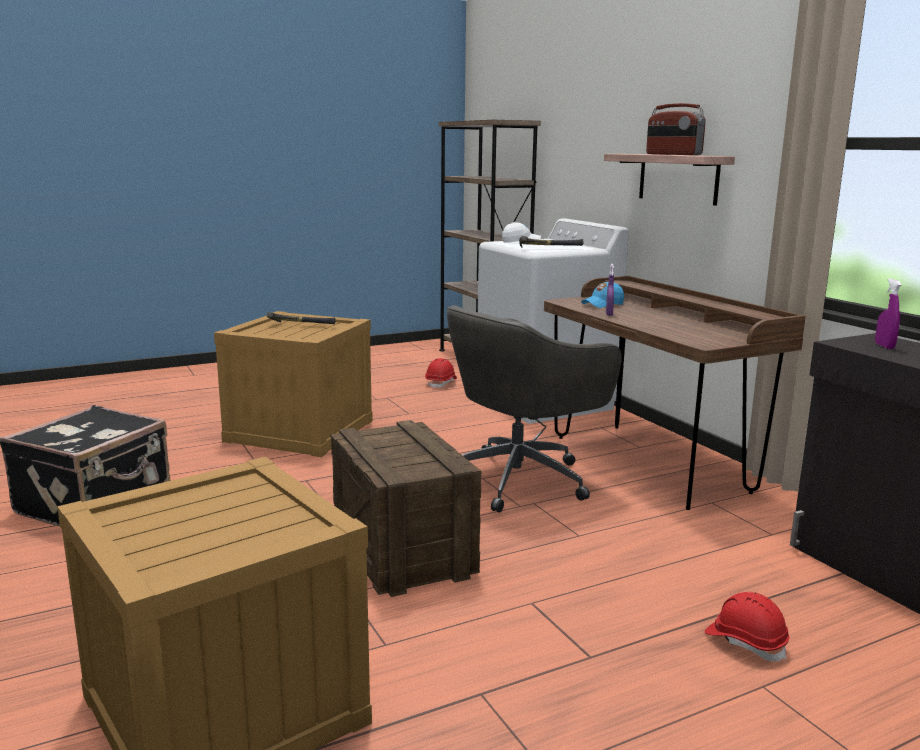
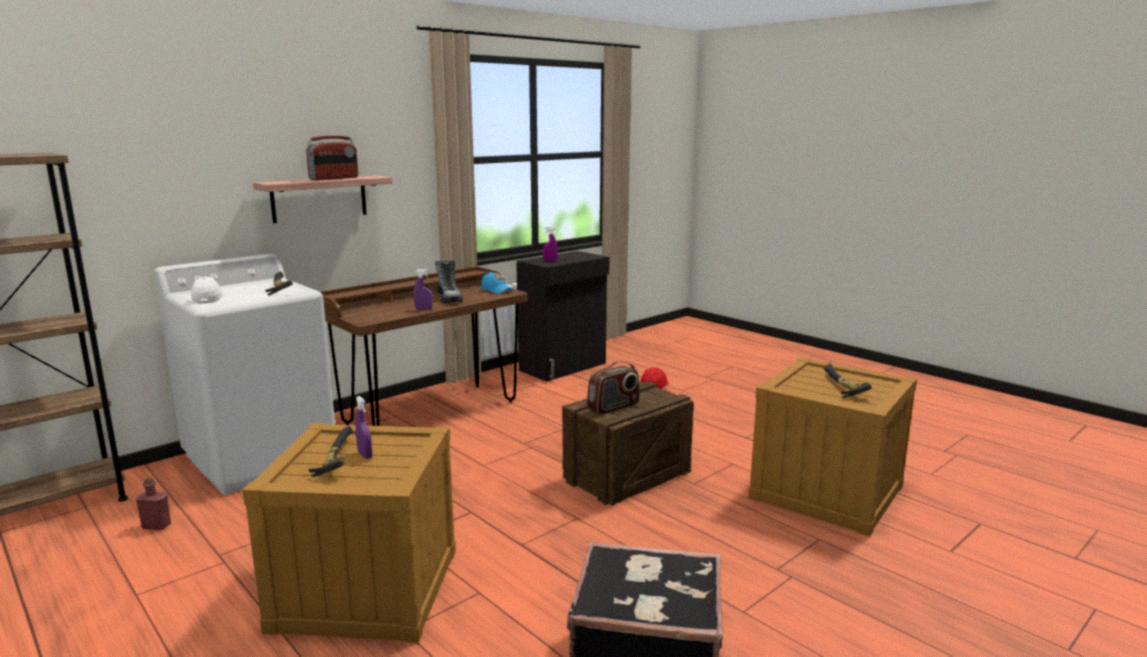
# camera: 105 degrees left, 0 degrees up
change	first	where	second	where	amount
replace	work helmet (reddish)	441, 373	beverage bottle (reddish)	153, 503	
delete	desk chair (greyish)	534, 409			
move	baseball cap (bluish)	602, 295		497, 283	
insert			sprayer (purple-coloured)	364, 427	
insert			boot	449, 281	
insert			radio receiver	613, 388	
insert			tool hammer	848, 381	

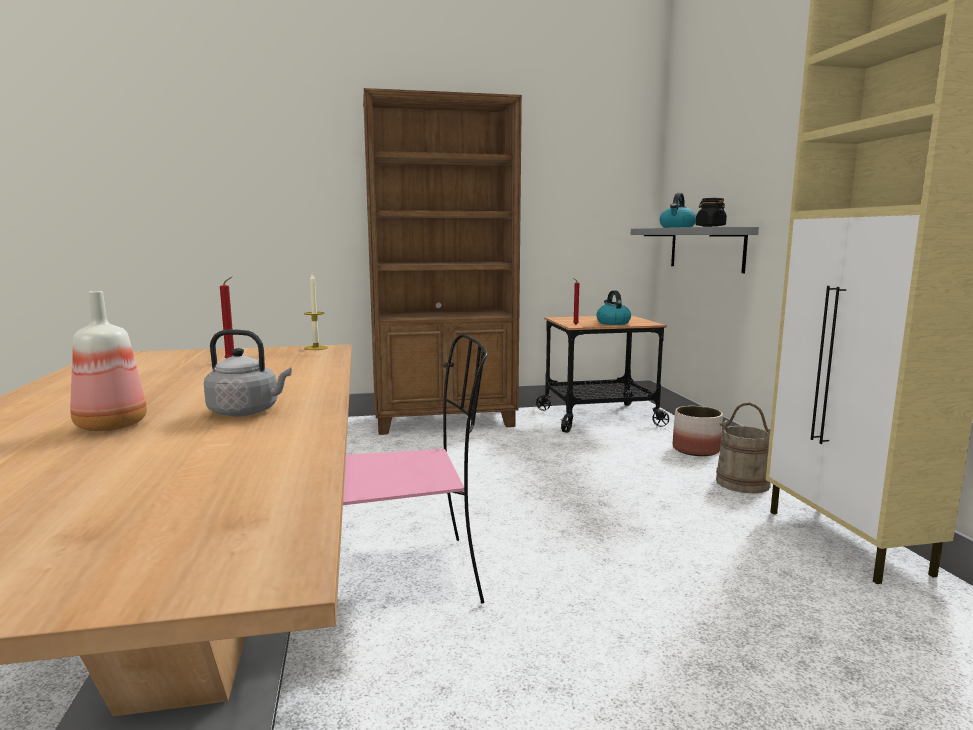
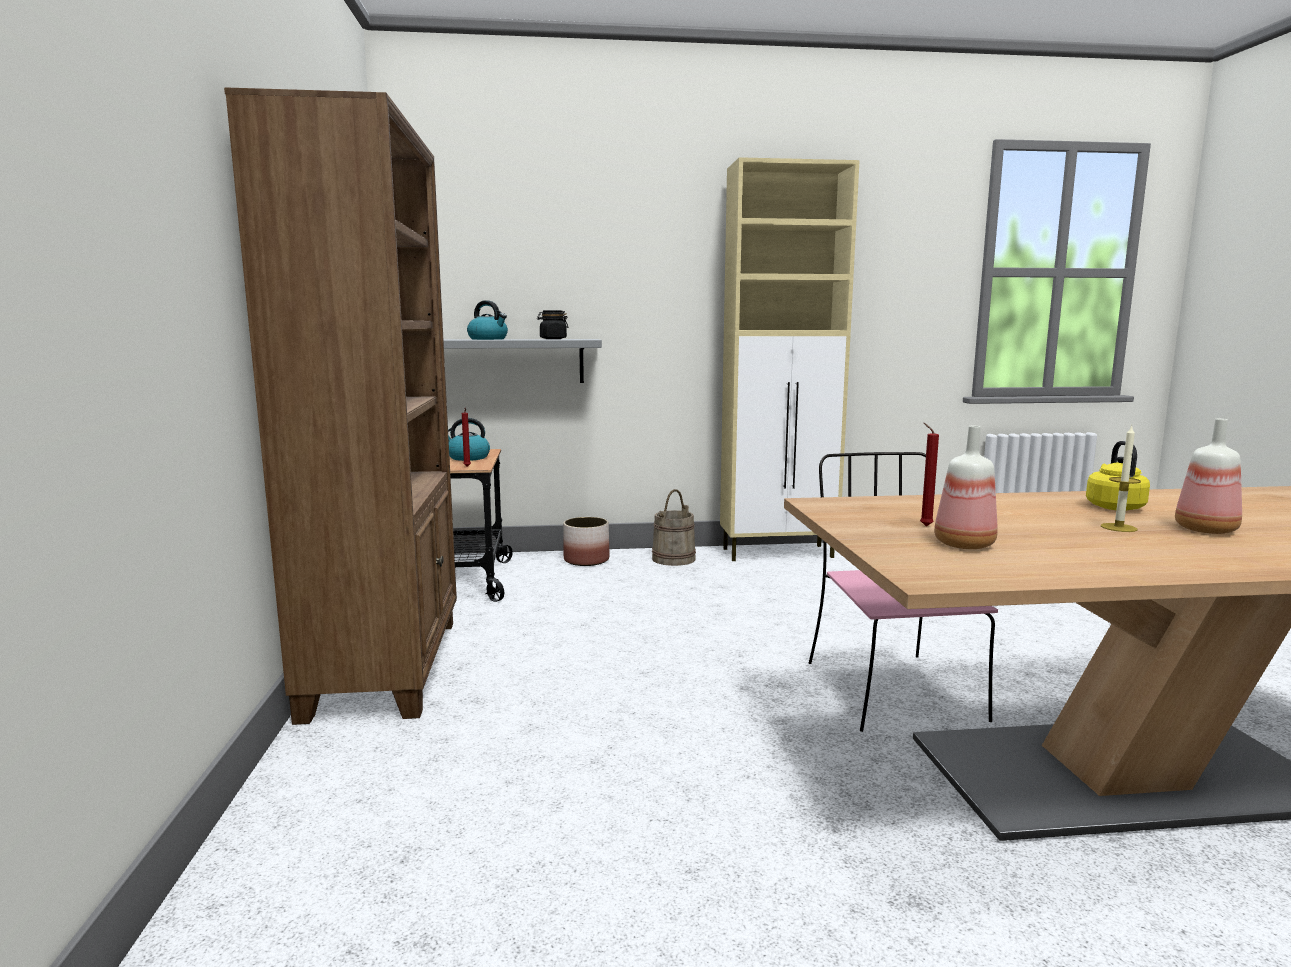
# camera: 85 degrees left, 0 degrees up
change	first	where	second	where	amount
recolor	water kettle (greyish)	248, 373	water kettle (yellow-coloured)	1118, 475	
move	wax candle	316, 312		1121, 479	
insert			beverage bottle	965, 487	

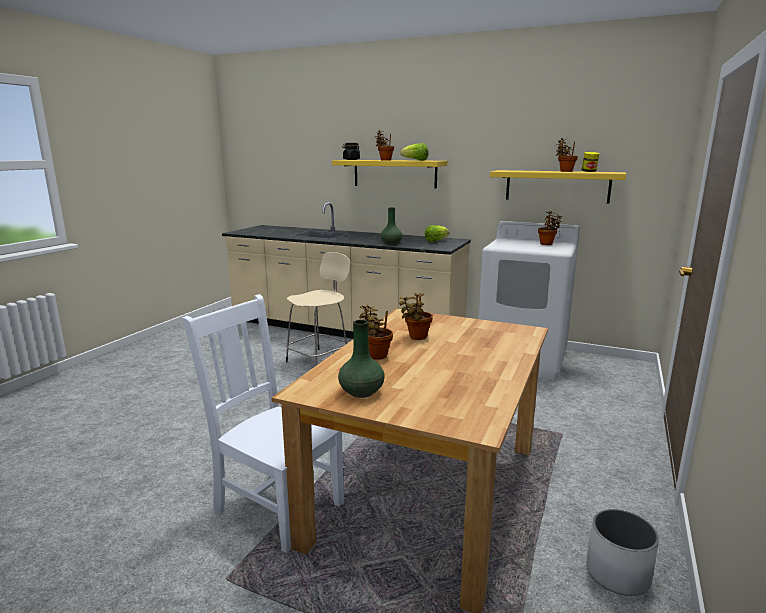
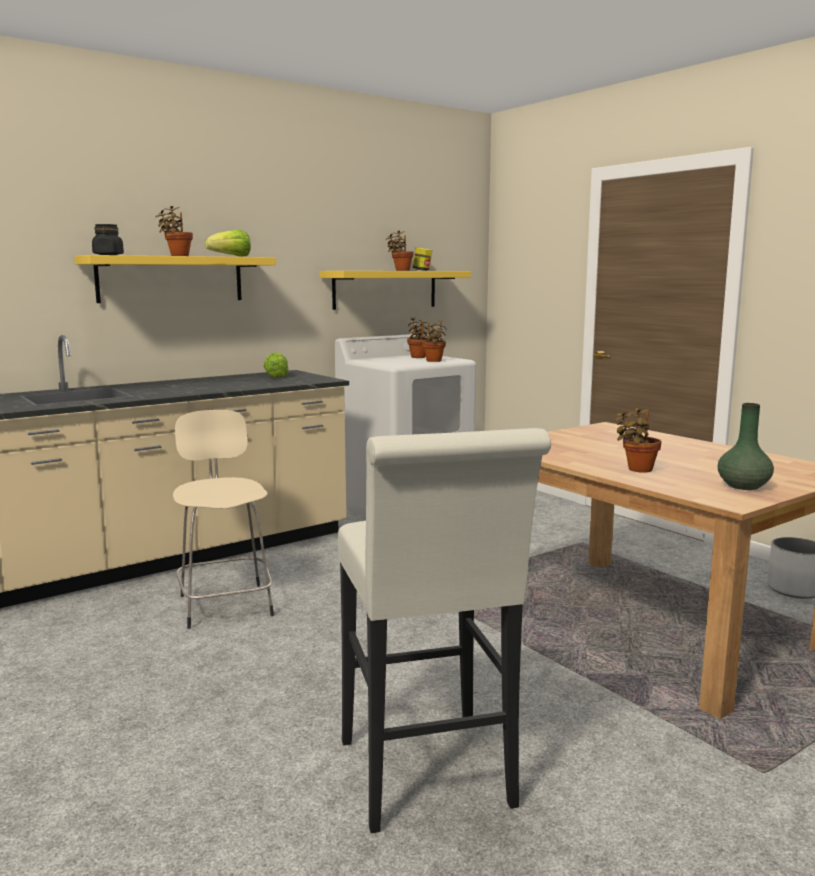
# camera: 60 degrees left, 5 degrees down
change	first	where	second	where	amount
delete	chair (white)	263, 423			
delete	flower vase (green-coloured)	392, 225			
move	houseplant	416, 316		434, 341	
insert			stool (white)	444, 630	

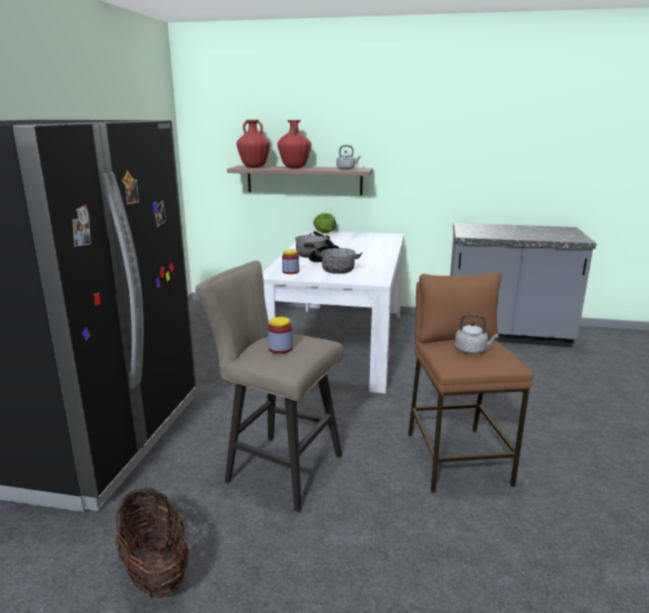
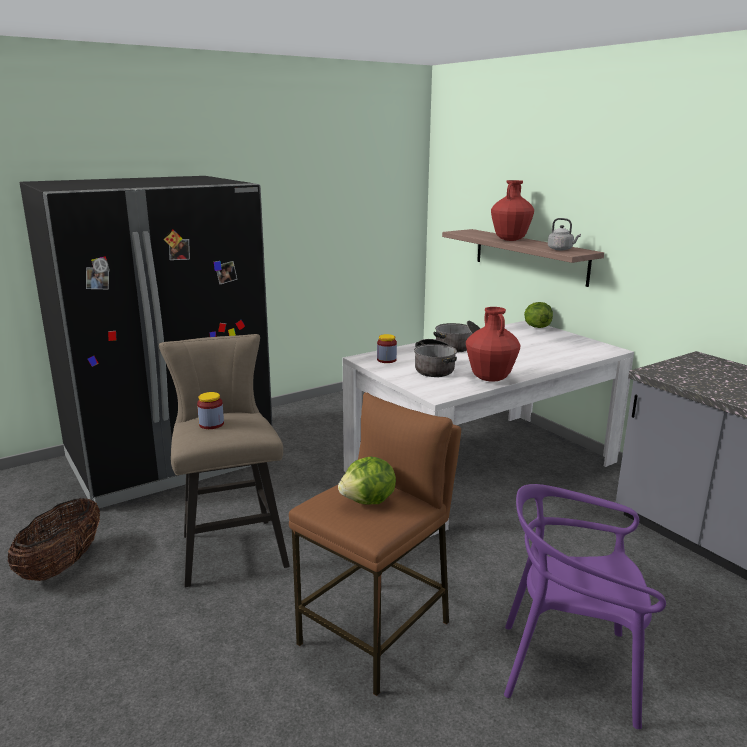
# camera: 45 degrees right, 0 degrees up
change	first	where	second	where	amount
move	flower vase (reddish)	253, 144		493, 344	
replace	water kettle (greyish)	476, 334	lettuce	367, 480	
insert			chair (purple-coloured)	585, 606	

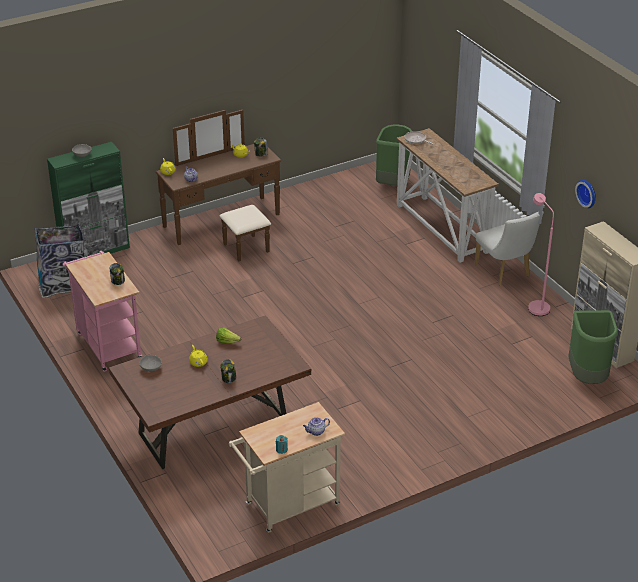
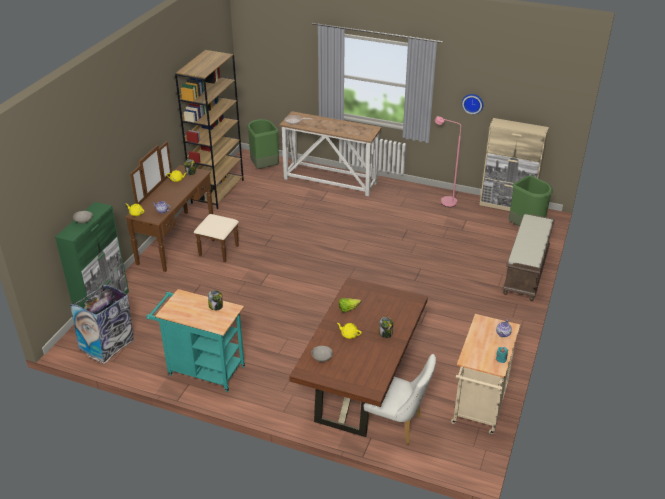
# camera: 40 degrees left, 0 degrees up
change	first	where	second	where	amount
recolor	trolley (pinkish)	102, 311	trolley (blue-green)	195, 340	
move	chair (white)	509, 248		400, 399	
insert			shelving unit (brownish)	209, 129	
insert			indoor bench (brownish)	529, 257	

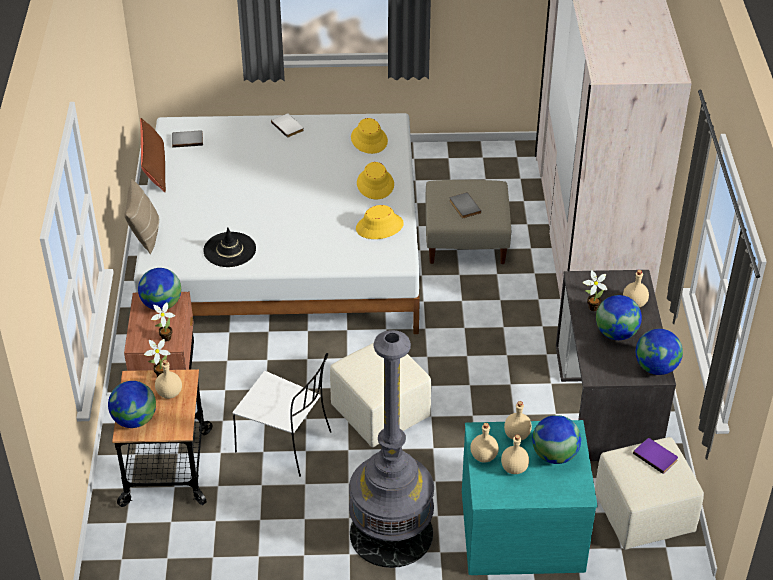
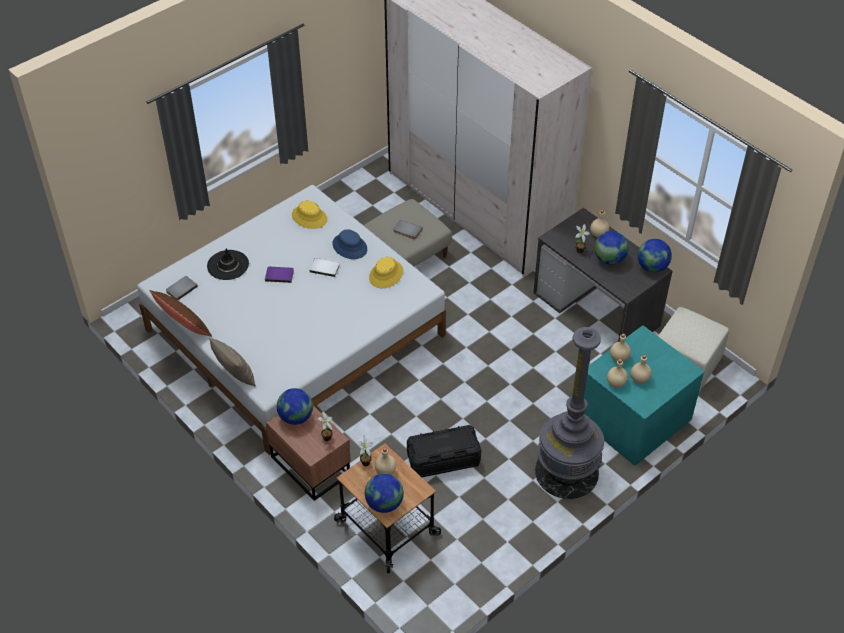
# camera: 40 degrees left, 5 degrees up
change	first	where	second	where	amount
move	clothing hat (black)	229, 247		228, 264	
replace	chair (white)	281, 415	storage box (black)	444, 451	
move	volume (white)	287, 125		325, 267	
delete	ottoman (beige-coloured)	381, 395			
recolor	clothing hat (yellow-coloured)	375, 180	clothing hat (bluish)	349, 244	
delete	world globe	556, 439			
move	volume (purple-coloured)	655, 456		279, 275	

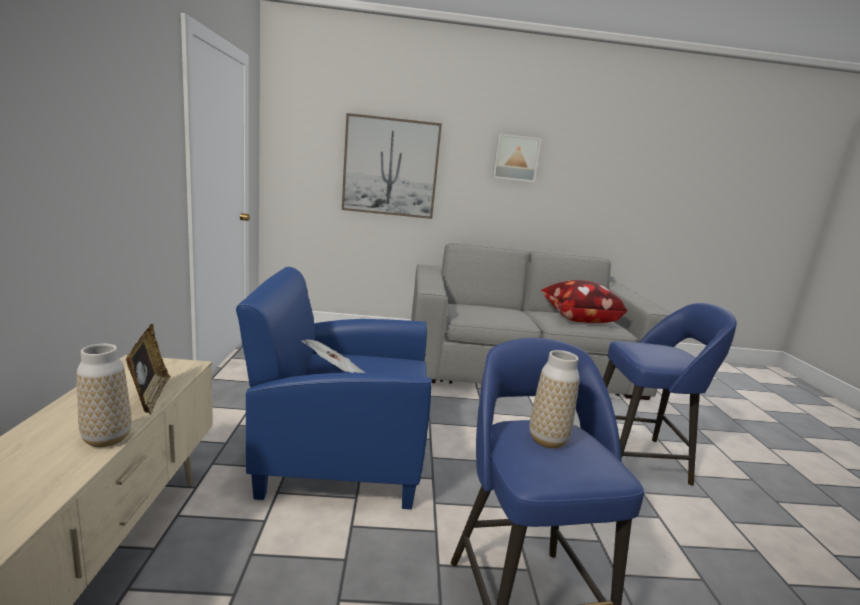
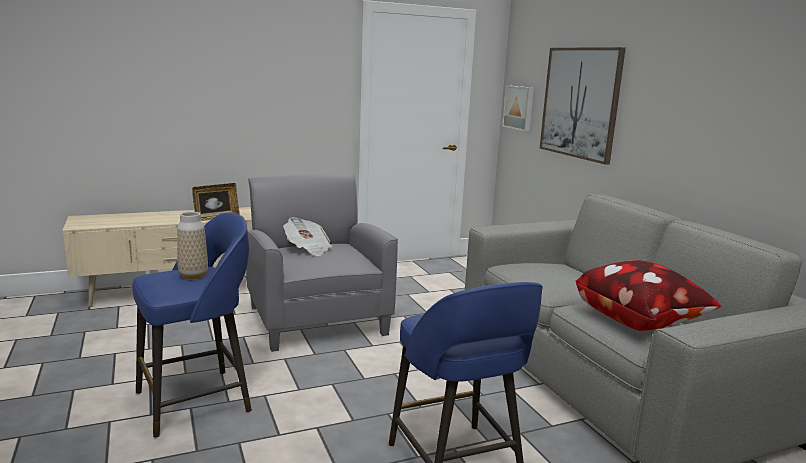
# camera: 70 degrees right, 0 degrees up
change	first	where	second	where	amount
delete	flower vase	104, 395			
recolor	armchair (bluish)	334, 388	armchair (greyish)	322, 263	
move	picture	517, 158		518, 108	

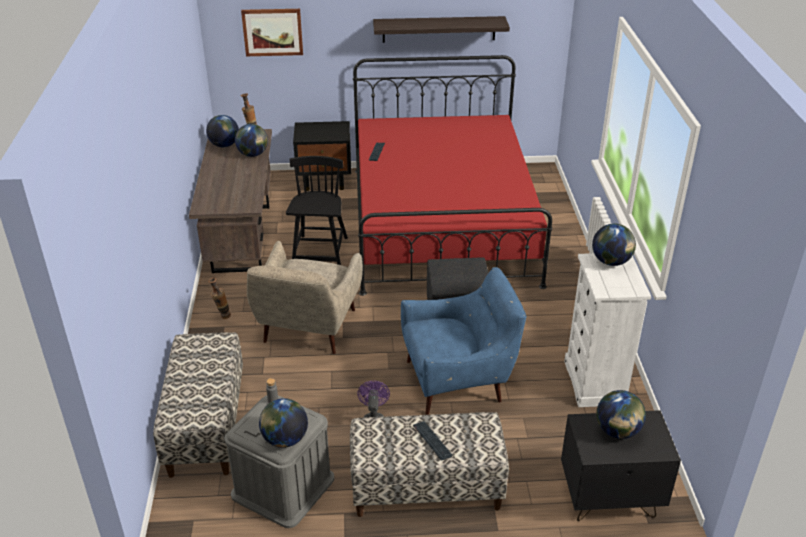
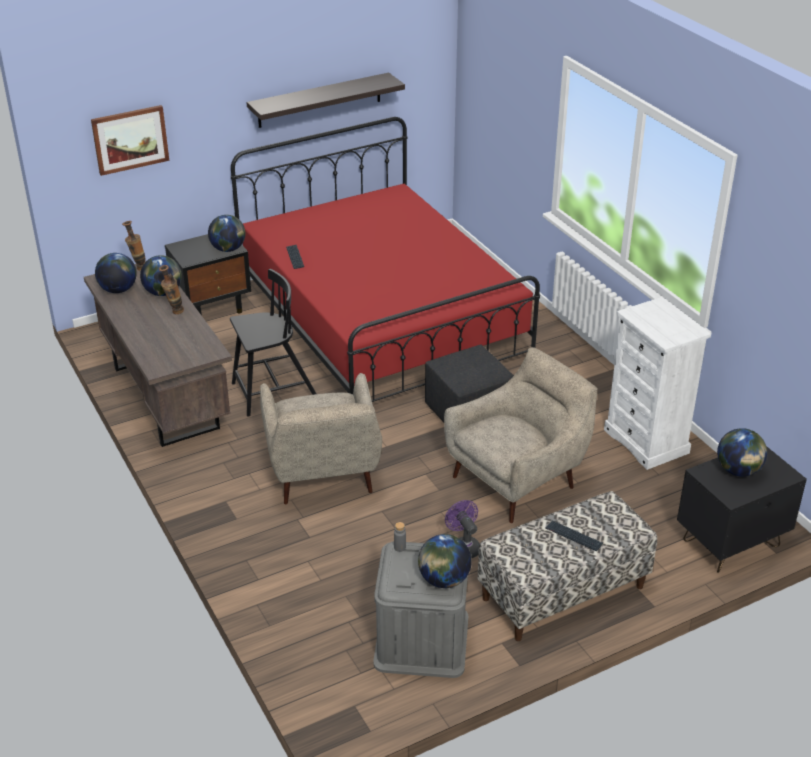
# camera: 25 degrees left, 0 degrees up
change	first	where	second	where	amount
delete	indoor bench	198, 405			
move	flower vase	219, 298		171, 289	
rotate	chair (black)	317, 210		273, 343	90 degrees clockwise
recolor	armchair (bluish)	464, 341	armchair (beige-coloured)	520, 435	
move	world globe	614, 245		226, 233	

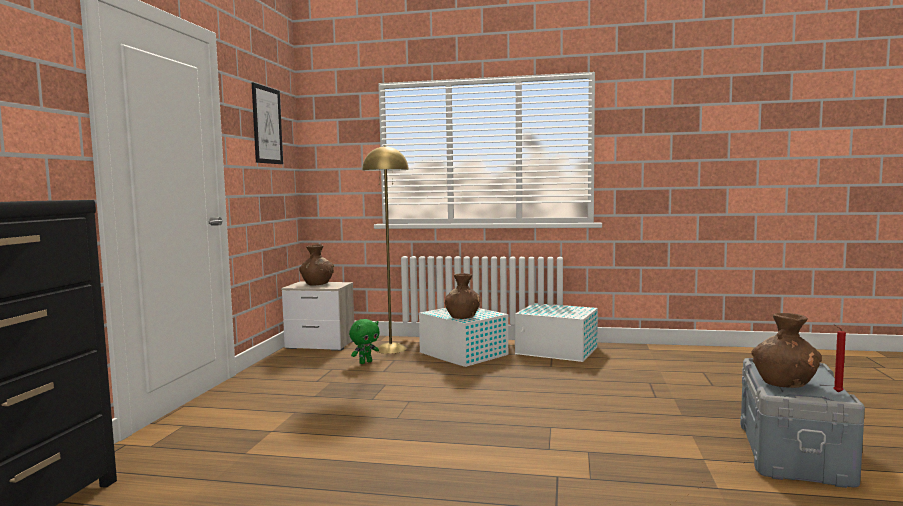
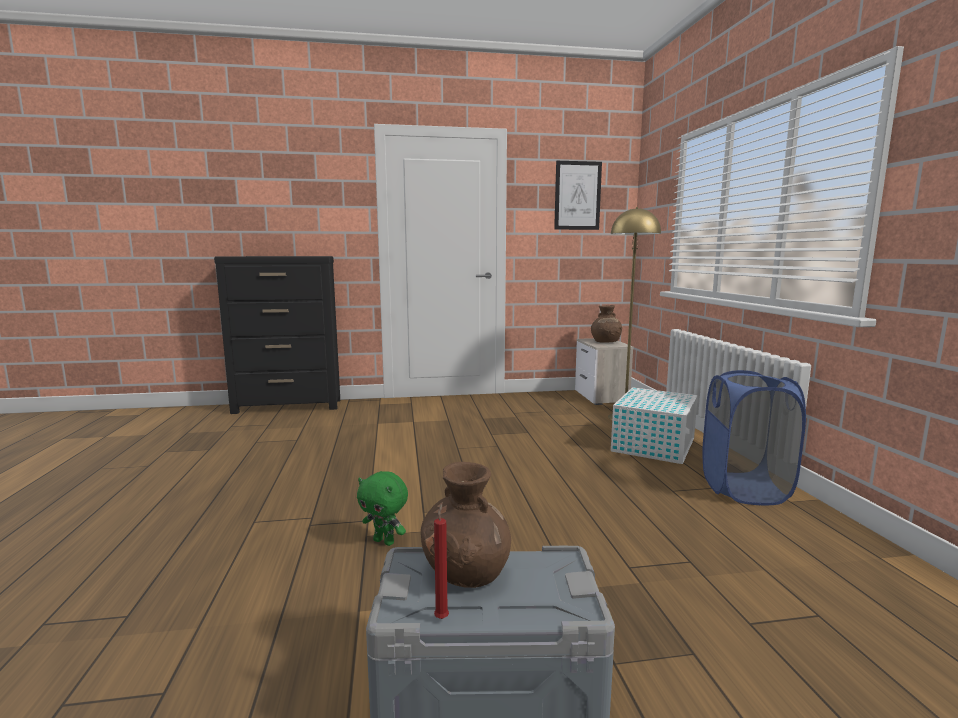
# camera: 70 degrees right, 5 degrees up
change	first	where	second	where	amount
move	cuddly toy (green-coloured)	364, 341		382, 508	
delete	flower vase (brownish)	462, 296			
replace	storage box (white)	556, 332	laundry basket (bluish)	754, 437	

